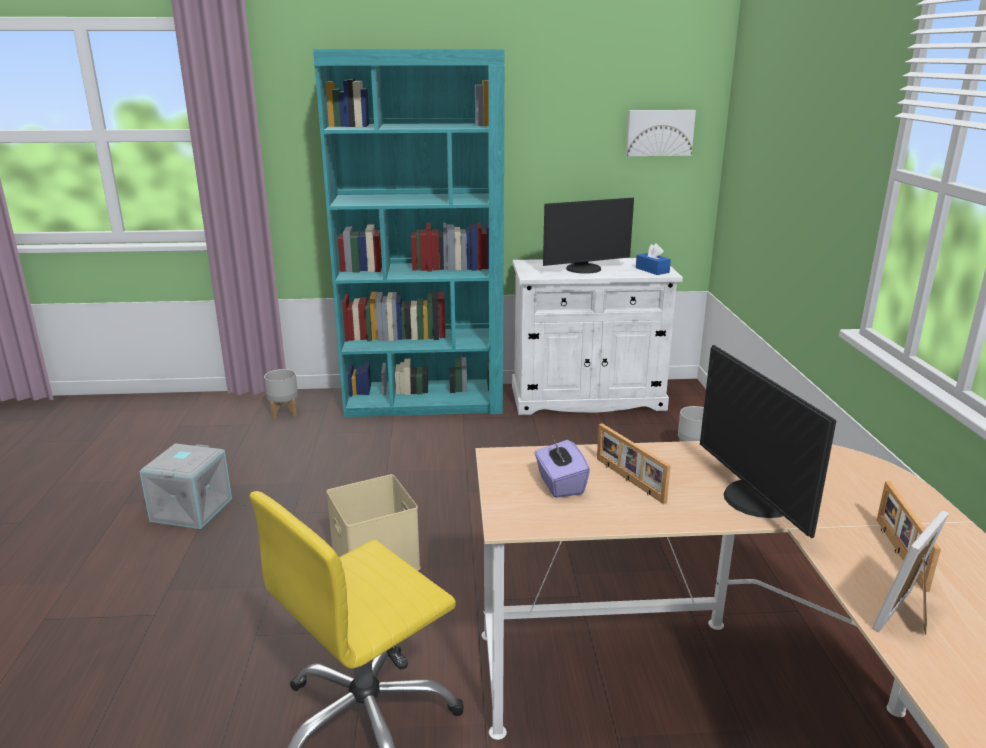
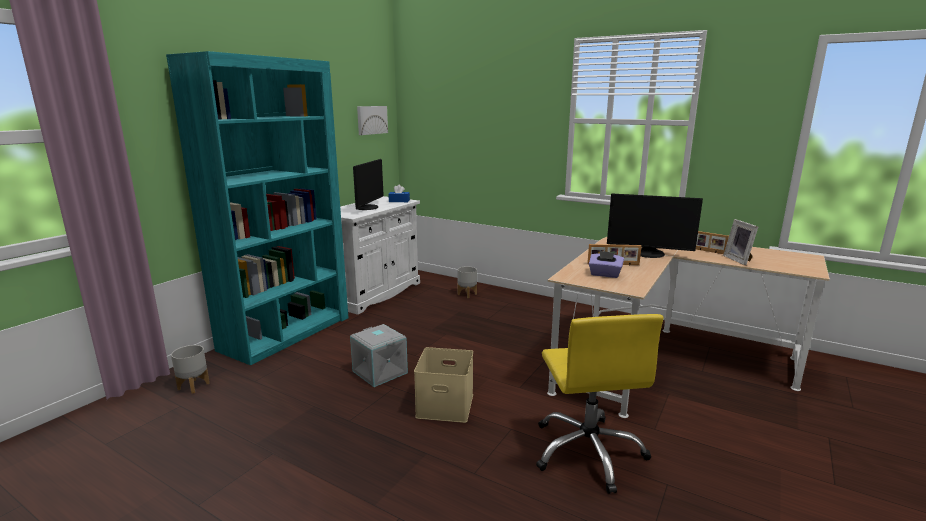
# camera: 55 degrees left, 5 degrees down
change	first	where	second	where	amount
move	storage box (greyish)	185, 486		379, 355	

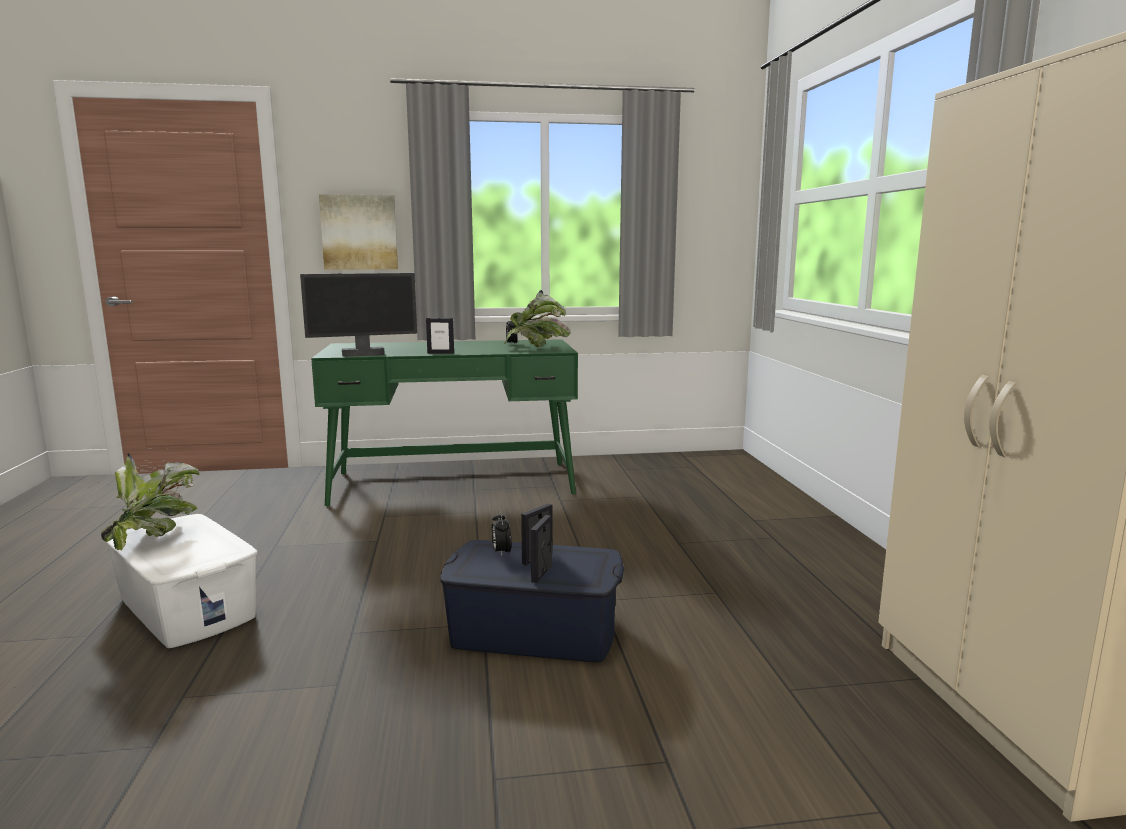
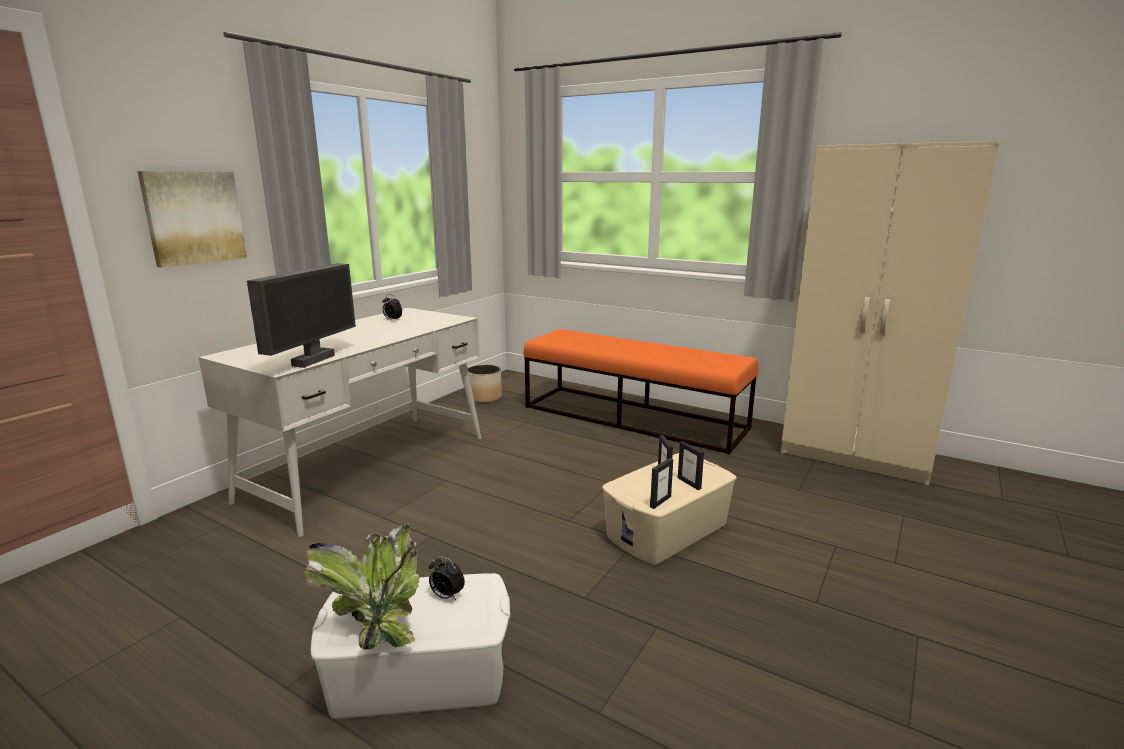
# camera: 50 degrees left, 5 degrees up
change	first	where	second	where	amount
recolor	desk (green-coloured)	444, 422	desk (white)	340, 422	
move	standing frame	440, 336		661, 483	
recolor	storage box (bluish)	532, 601	storage box (beige-coloured)	669, 509	
move	bedside clock	501, 533		447, 578	
delete	houseplant	537, 319			
insert			flower pot	485, 384	
insert			indoor bench (orange-coloured)	640, 392	

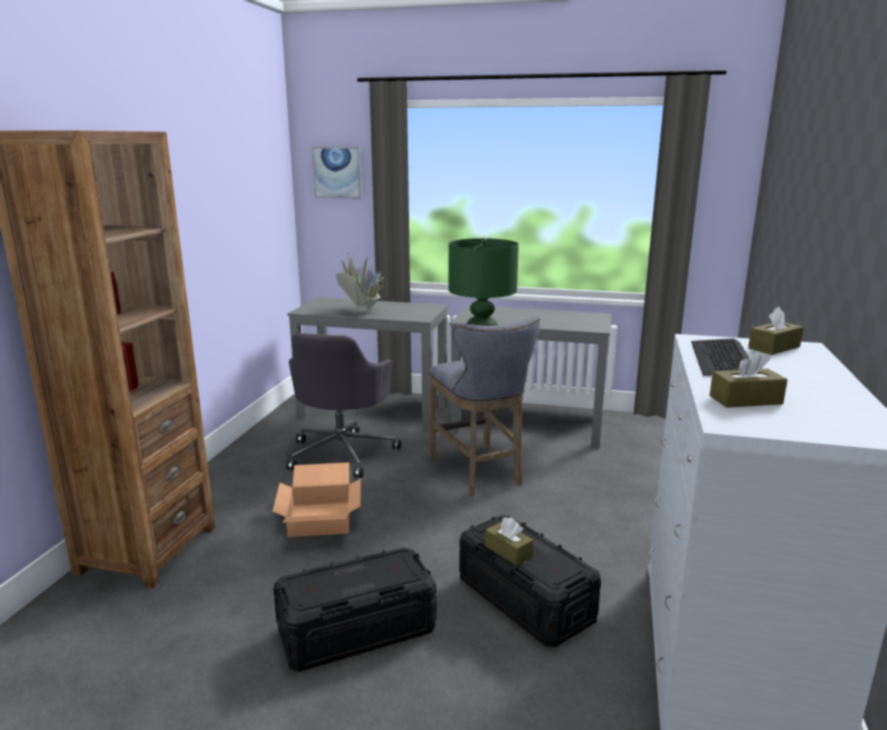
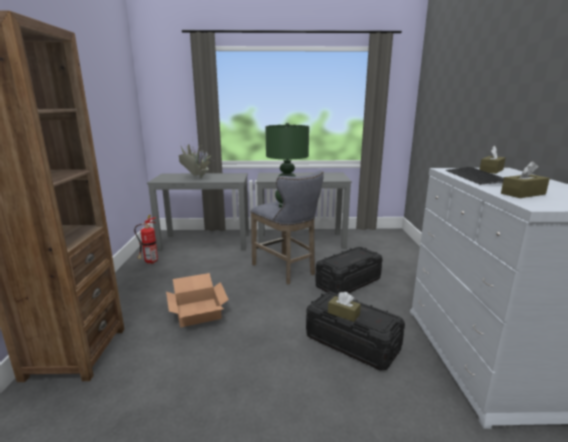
# camera: 15 degrees left, 0 degrees up
change	first	where	second	where	amount
move	storage box (black)	354, 610		348, 271	
delete	desk chair (greyish)	343, 405			
delete	picture	337, 173			
insert			fire-fighting cylinder	146, 239	

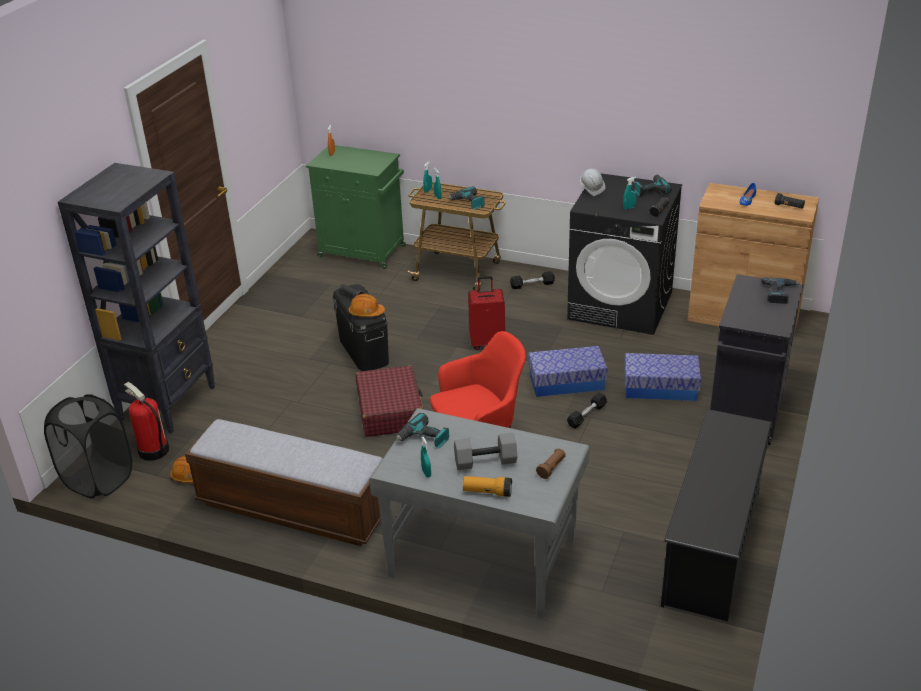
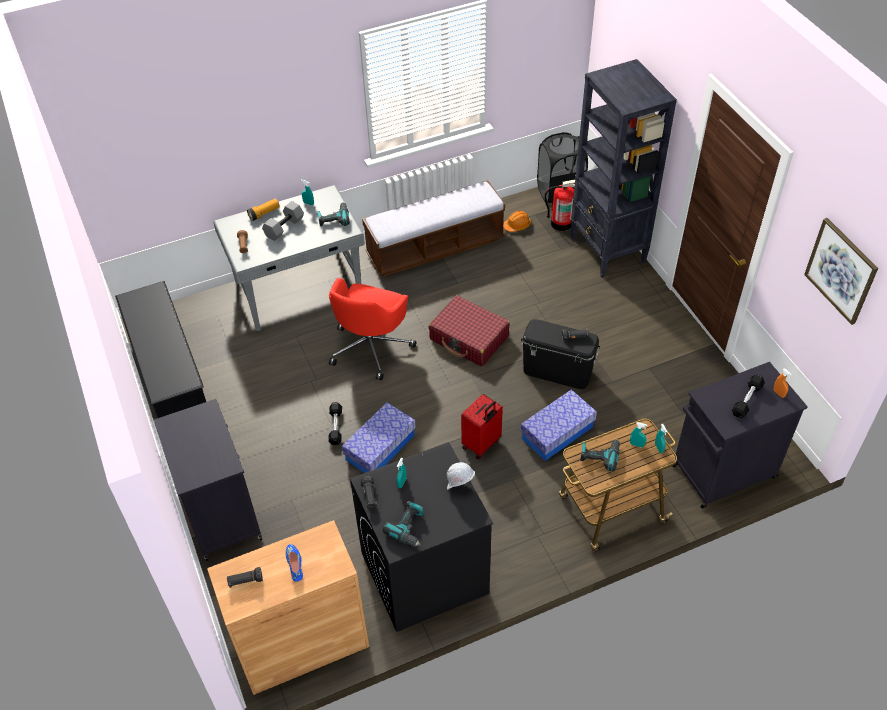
# camera: 135 degrees right, 15 degrees up
change	first	where	second	where	amount
recolor	cabinet (green-coloured)	356, 207	cabinet (black)	740, 435	
delete	work helmet (orange-coloured)	367, 305			
move	dumbbell (black)	532, 280		748, 396	
move	storage box	662, 377		558, 425	
delete	drill	780, 290			
insert			picture	841, 271	

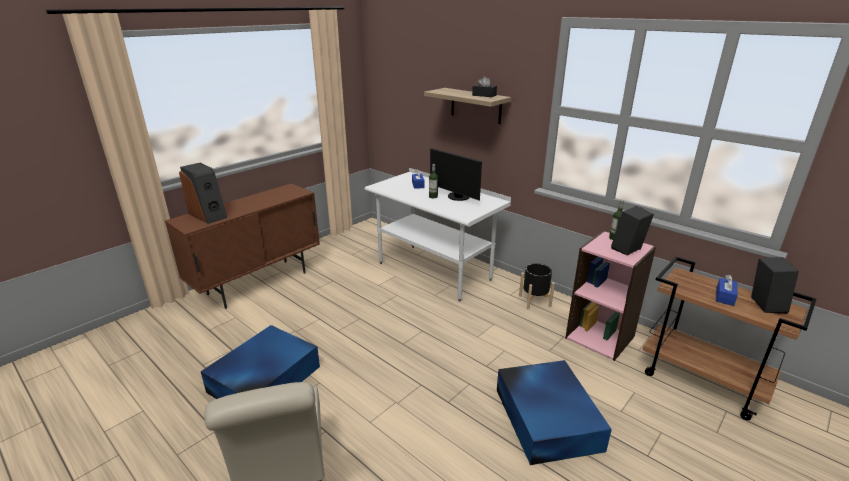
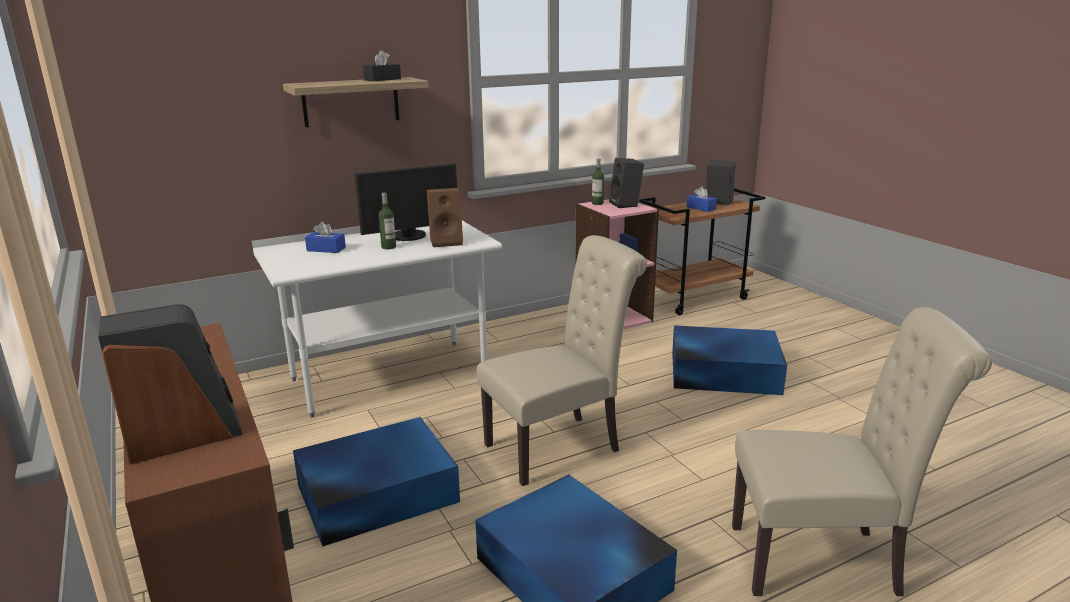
# camera: 70 degrees left, 5 degrees down
change	first	where	second	where	amount
delete	flower pot (black)	537, 286			
insert			storage box (bluish)	376, 482	
insert			loudspeaker (brownish)	445, 217	
insert			chair (beige-coloured)	562, 360	

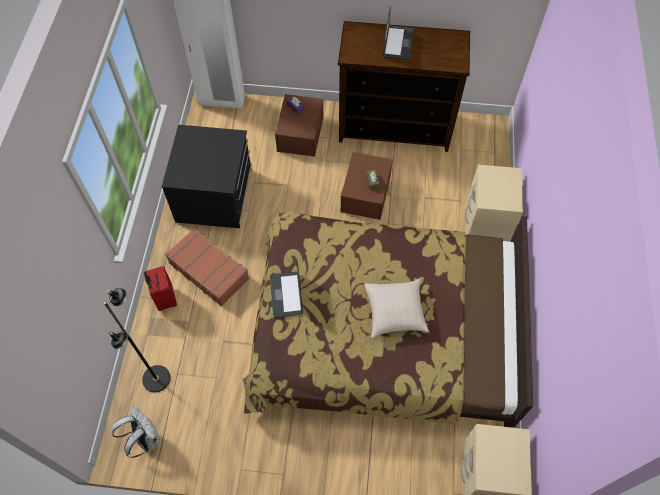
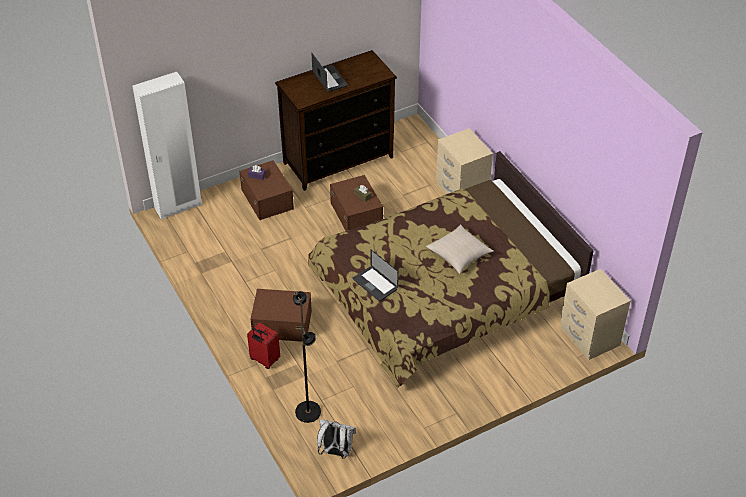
# camera: 35 degrees left, 15 degrees down
change	first	where	second	where	amount
delete	dresser (black)	206, 176			
replace	travel case (brownish)	207, 267	storage box (brownish)	281, 315	

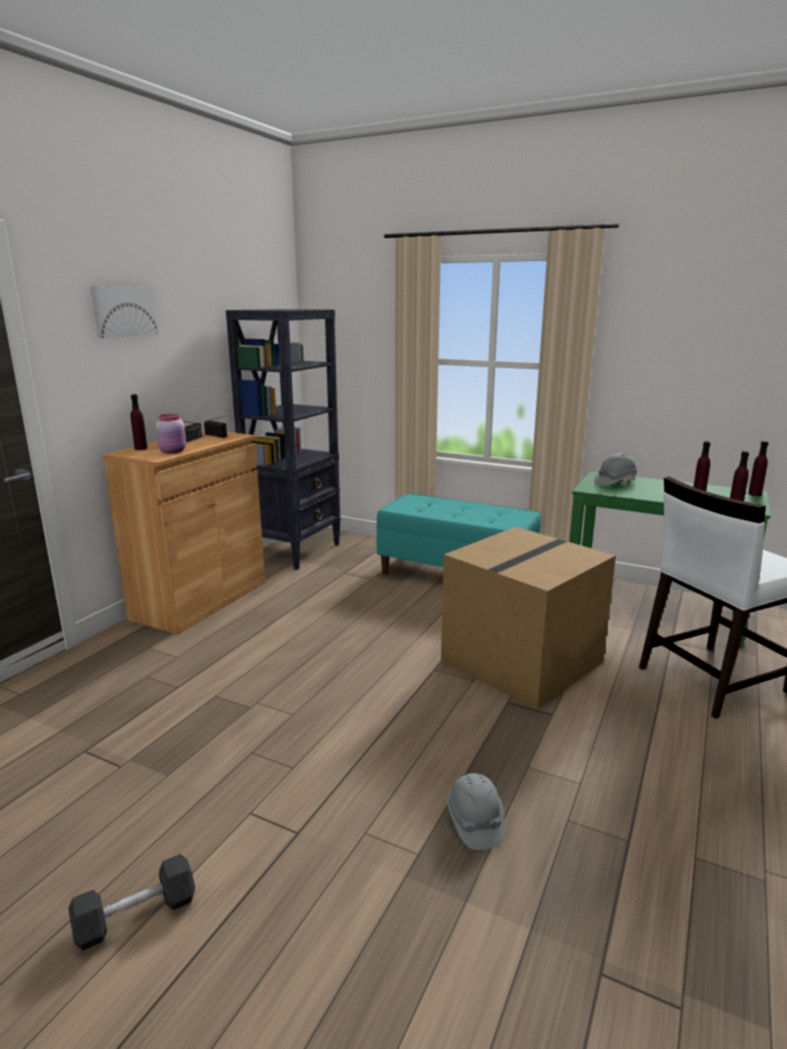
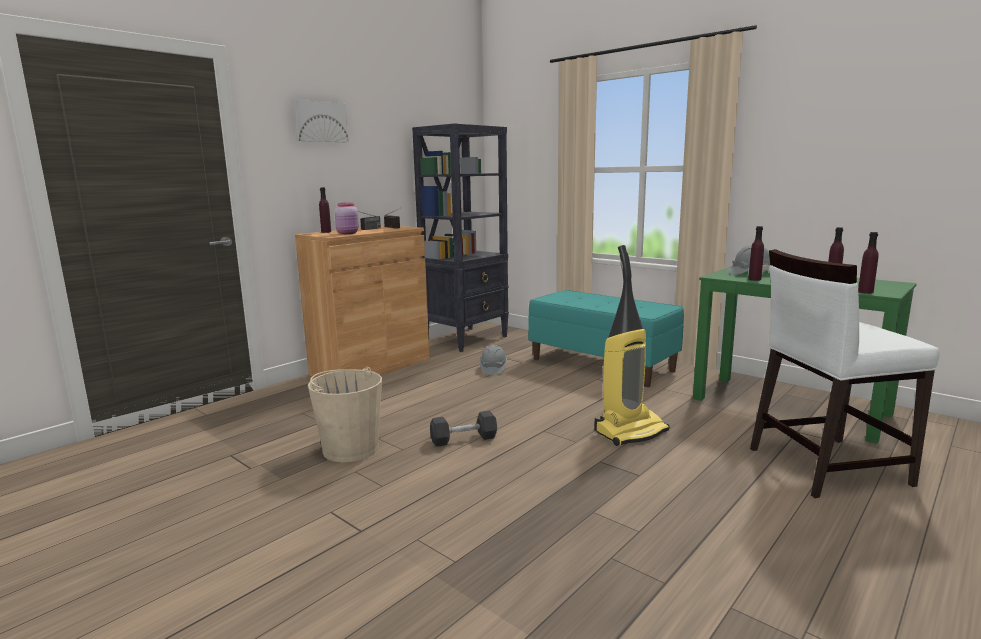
# camera: 15 degrees right, 5 degrees down
change	first	where	second	where	amount
move	dumbbell (greyish)	131, 902		463, 429	
replace	cardboard box	528, 618	vacuum	632, 345	
move	work helmet (greyish)	476, 811		493, 360	
move	beverage bottle (purple-coloured)	758, 468		756, 253	
insert			pail (beige-coloured)	345, 414	

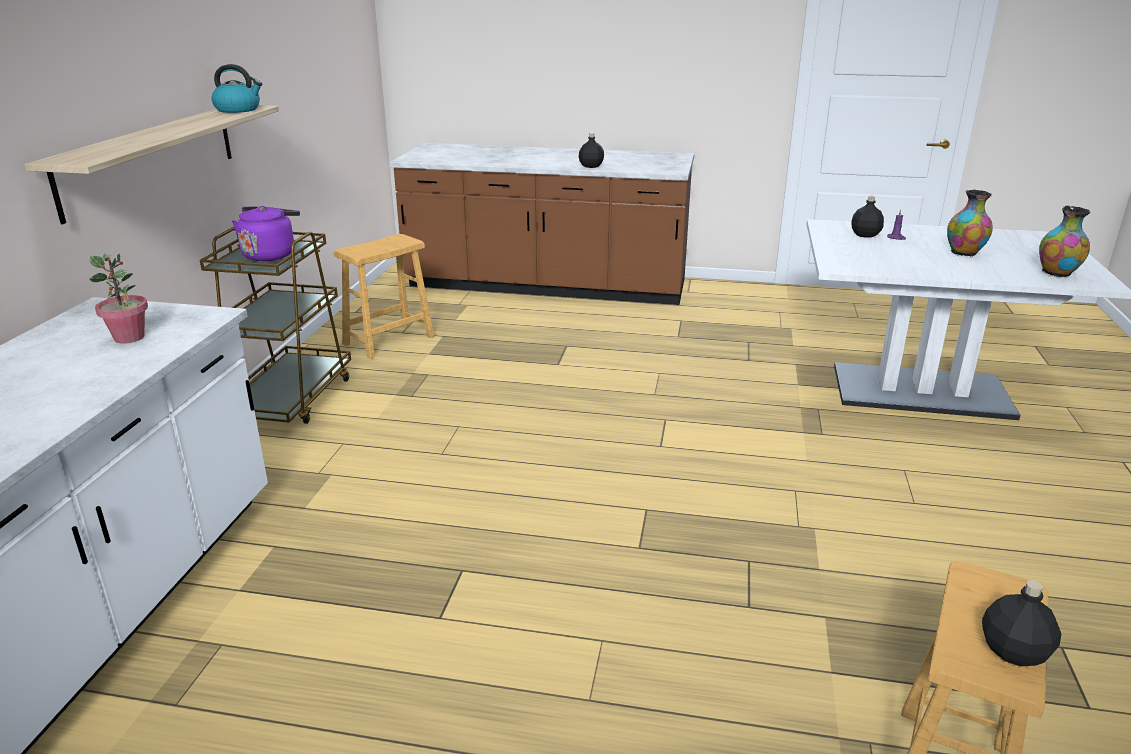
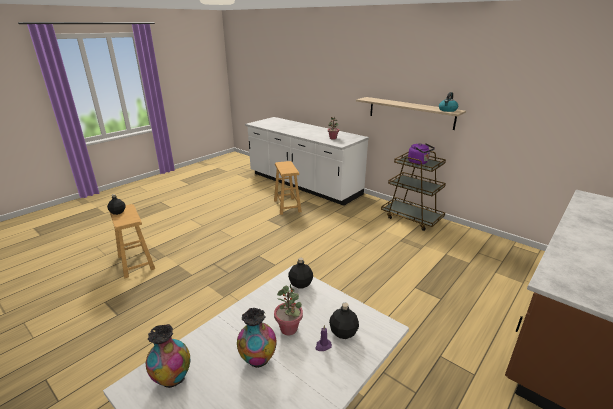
# camera: 120 degrees right, 0 degrees up
change	first	where	second	where	amount
move	stool (brownish)	384, 296		288, 188	
move	beverage bottle (black)	591, 150		300, 272	
insert			houseplant	288, 309	

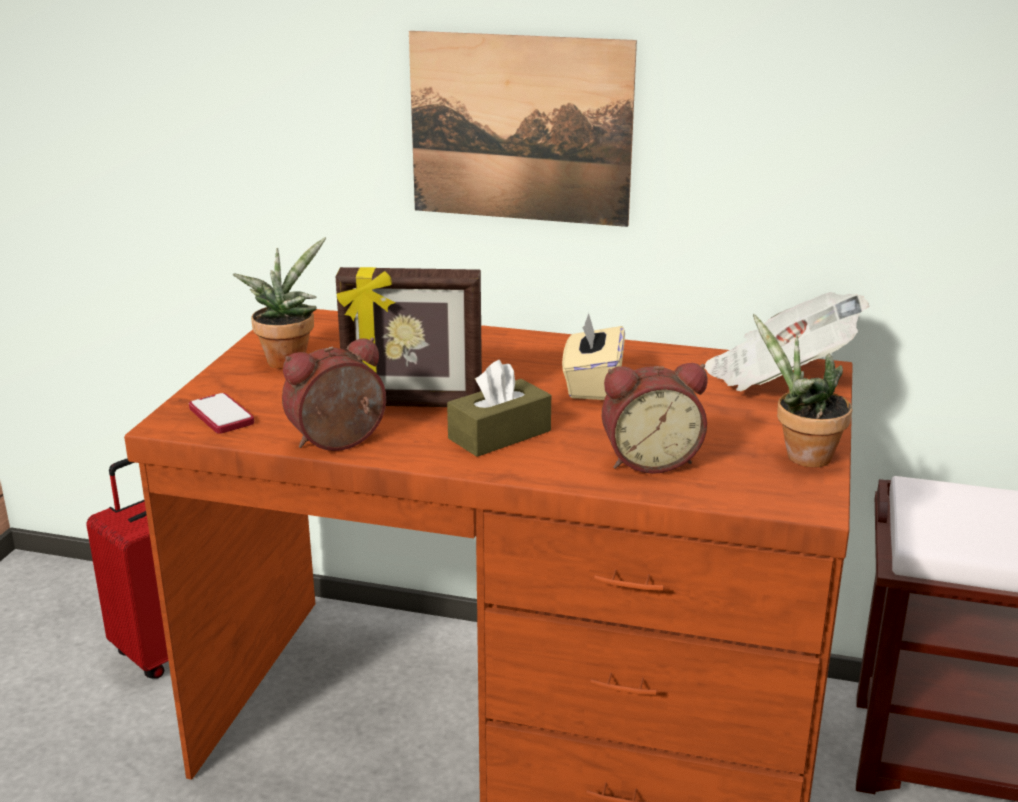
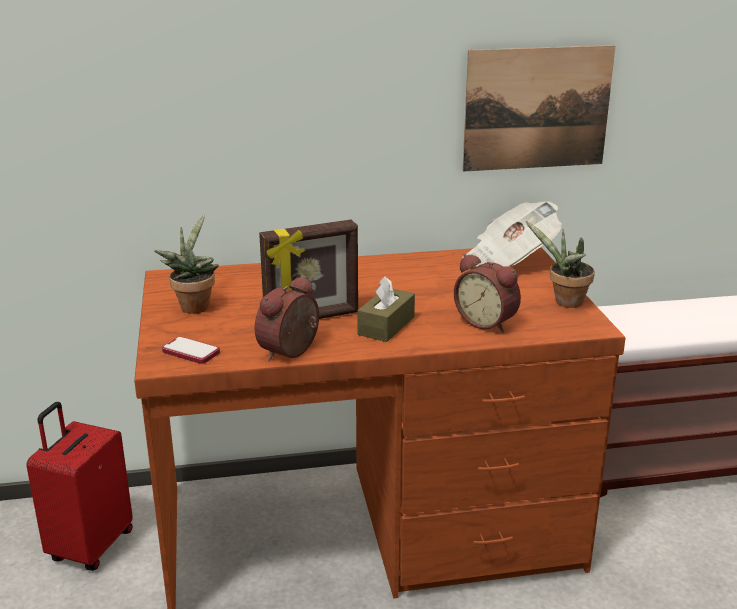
# camera: 25 degrees left, 0 degrees up
change	first	where	second	where	amount
move	picture	523, 129		539, 108	
delete	tissue box (beige-coloured)	593, 356			
rotate	bedside clock	654, 418		487, 293	75 degrees clockwise

